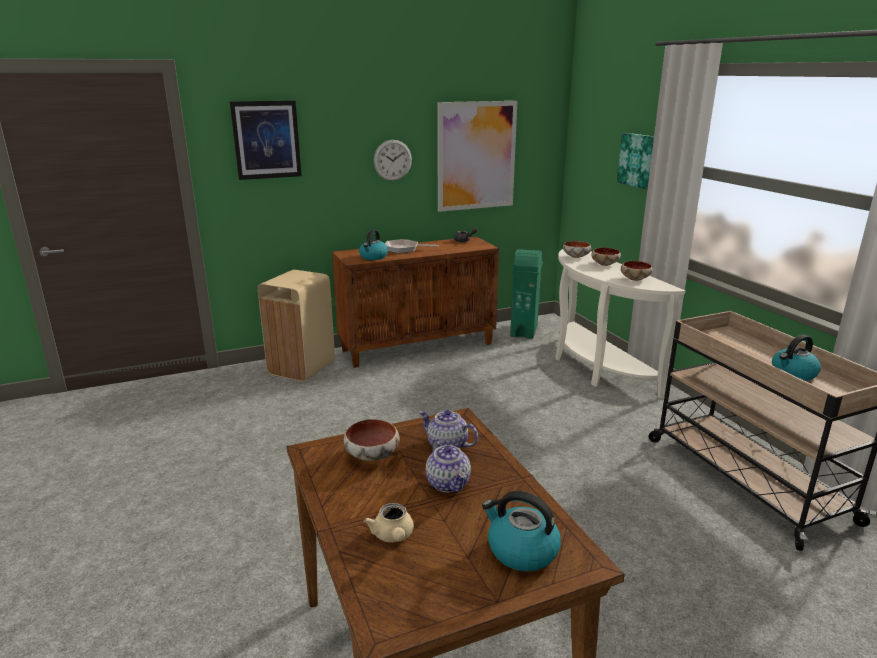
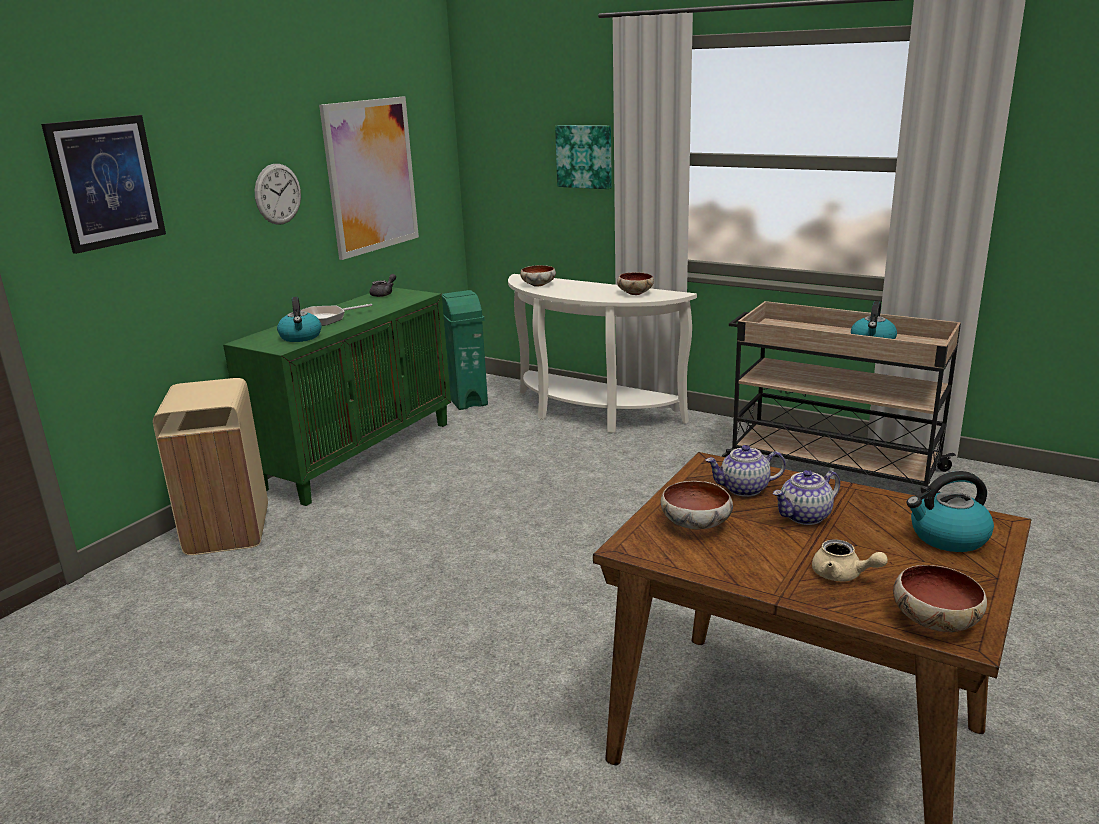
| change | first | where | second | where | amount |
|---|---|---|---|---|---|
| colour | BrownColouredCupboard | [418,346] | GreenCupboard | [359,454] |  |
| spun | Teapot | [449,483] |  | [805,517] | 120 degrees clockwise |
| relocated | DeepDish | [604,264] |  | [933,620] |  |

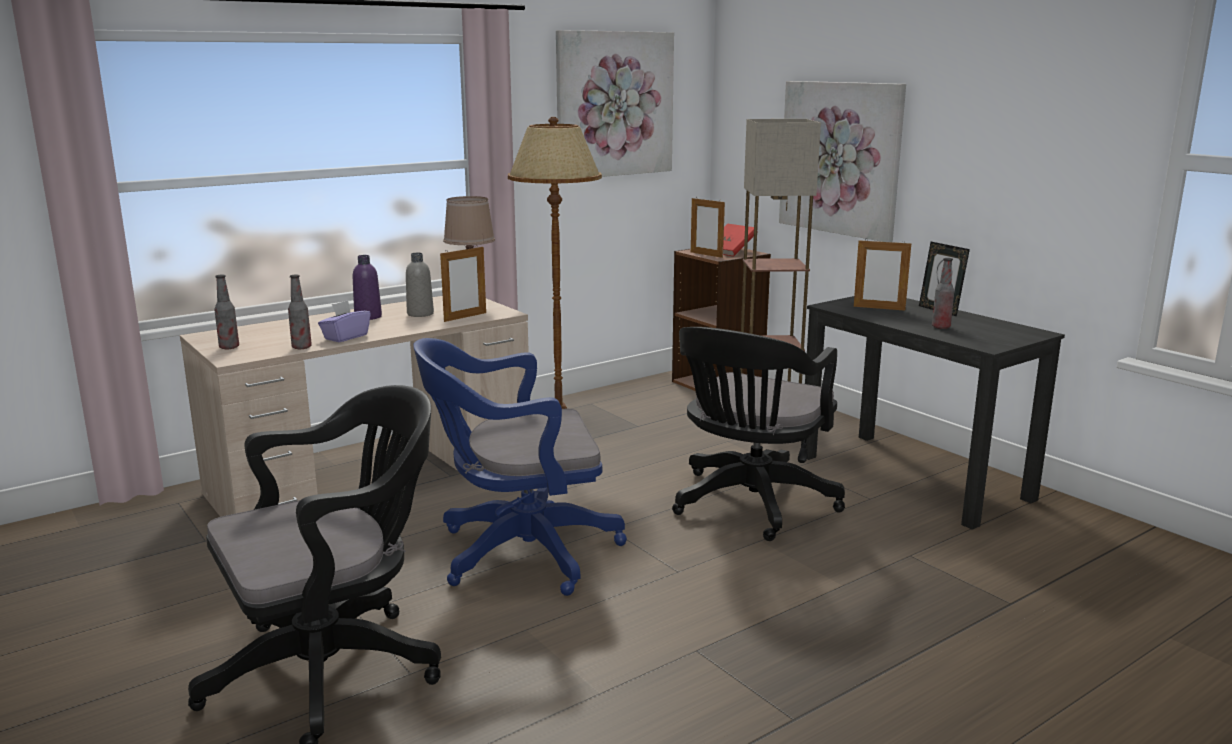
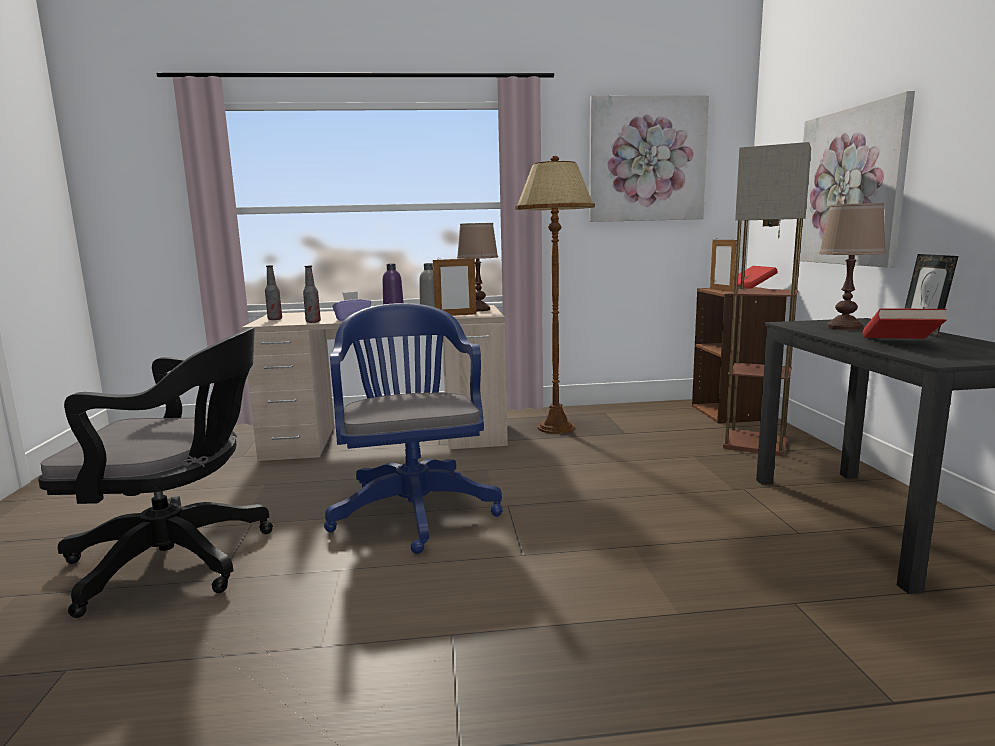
| change | first | where | second | where | amount |
|---|---|---|---|---|---|
| spun | BluishOfficeChair | [518,553] |  | [413,508] | 60 degrees clockwise |
| missing | BlackishOfficeChair | [750,505] |  |  |  |
| exchanged | StandingFrame | [879,308] | BrownColouredTabletopLamp | [845,327] |  |
| exchanged | BeverageBottle | [941,327] | RedBook | [899,343] |  |

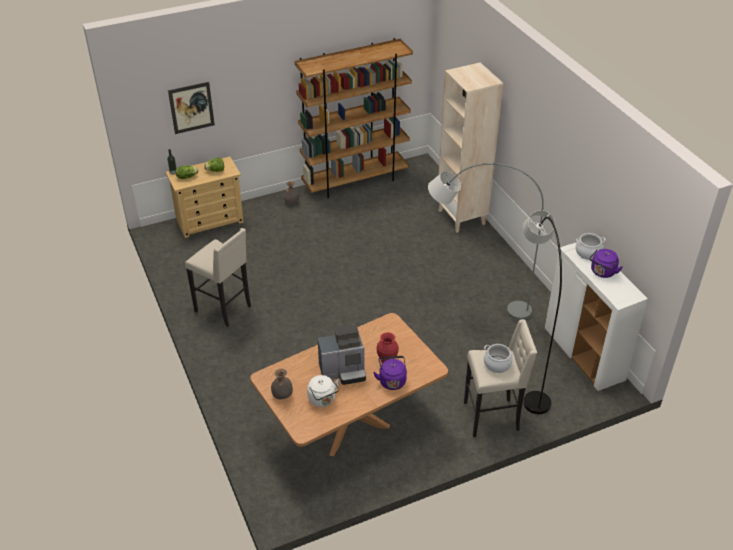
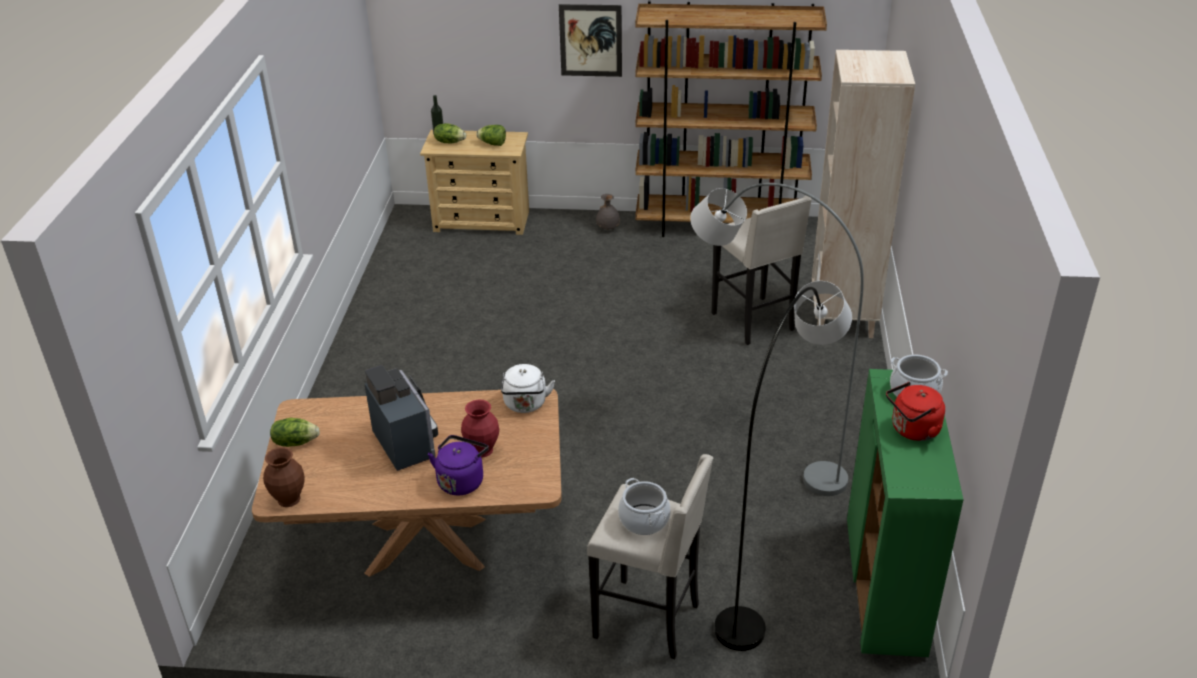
| change | first | where | second | where | amount |
|---|---|---|---|---|---|
| relocated | WallPicture | [191,107] |  | [590,40] |  |
| relocated | BeigeColouredStoolSeat | [224,309] |  | [755,322] |  |
| exchanged | GrayVase | [282,395] | HeadOfLettuce | [295,442] |  |
| relocated | WhitishTeaKettle | [323,400] |  | [525,405] |  |
| spun | CoffeeMaker | [343,371] |  | [407,442] | 135 degrees counterclockwise |
| colour | WhitishCupboard | [584,355] | GreenCupboard | [885,587] |  |
| colour | PurplishTeaKettle | [602,272] | RedTeaKettle | [912,430] |  |
| appeared |  |  | BrownColouredVase | [289,500] |  |

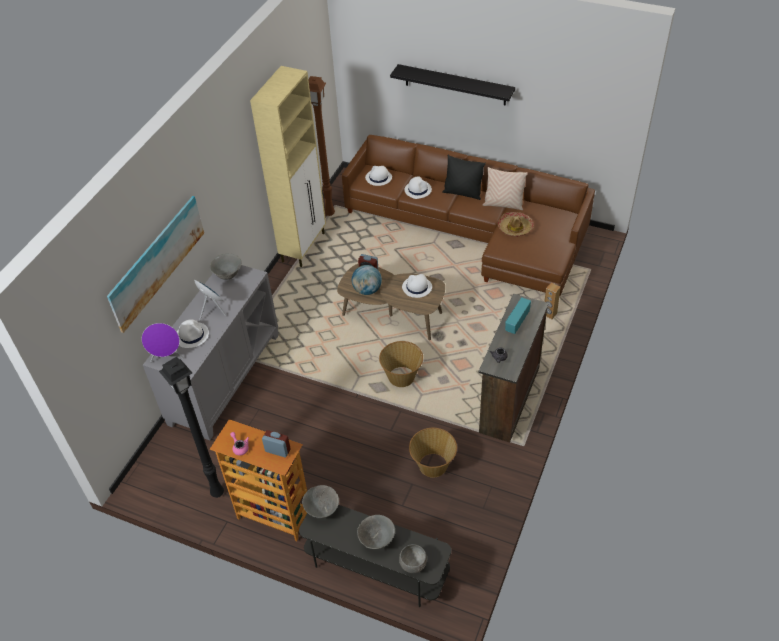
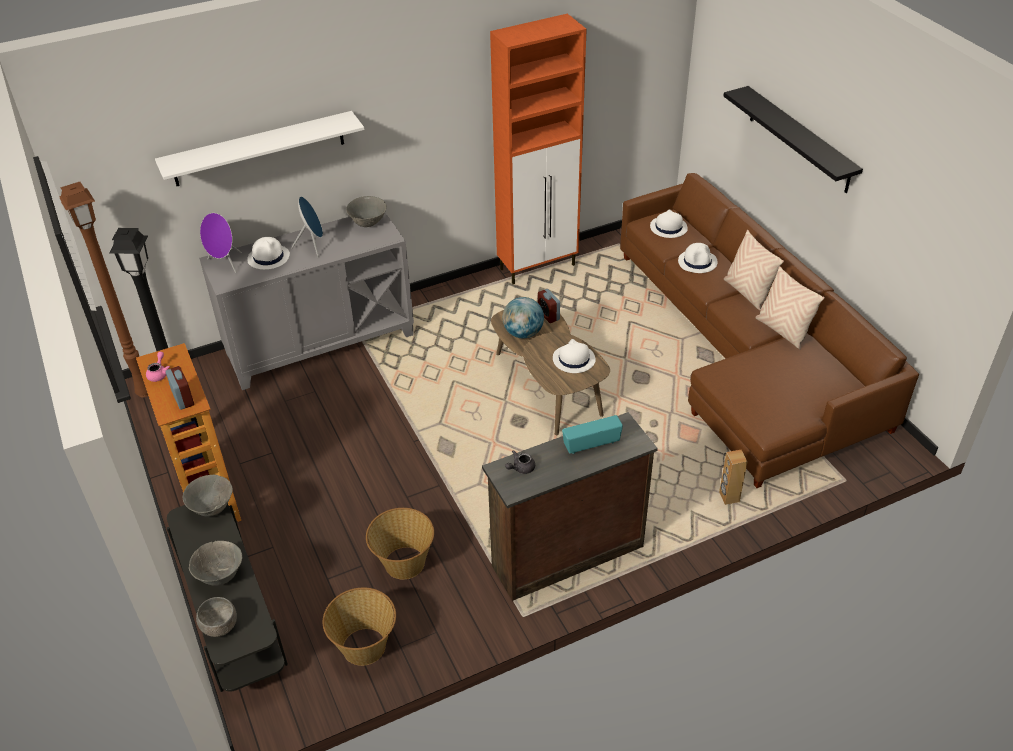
| change | first | where | second | where | amount |
|---|---|---|---|---|---|
| exchanged | WallPicture | [155,261] | WhitishShelf | [259,149] |  |
| colour | BeigeColouredCupboard | [304,247] | OrangeColouredCupboard | [538,267] |  |
| relocated | BrownColouredFloorLamp | [330,213] |  | [145,393] |  |
| relocated | StorageBasket | [402,377] |  | [365,646] |  |
| colour | BlackishPillow | [462,193] | BeigeColouredPillow | [747,292] |  |
| missing | Hat | [515,228] |  |  |  |

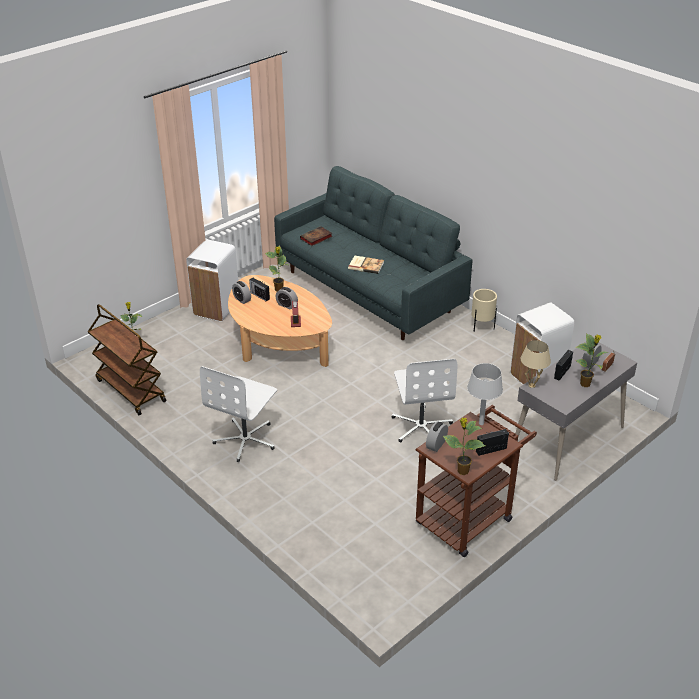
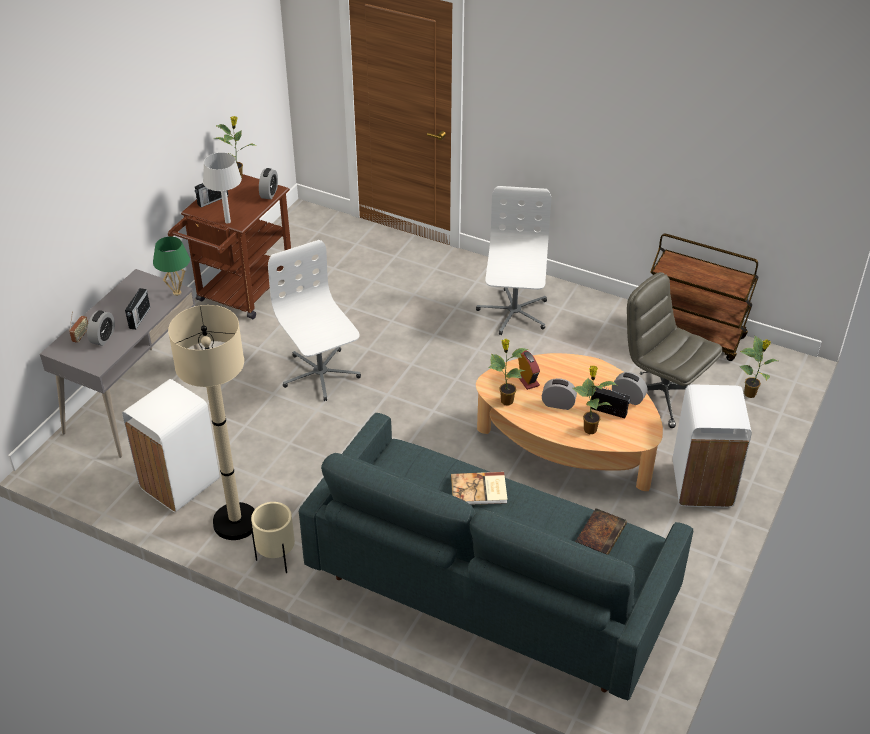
| change | first | where | second | where | amount |
|---|---|---|---|---|---|
| colour | BeigeColouredTabletopLamp | [532,386] | GreenTabletopLamp | [177,292] |  |
| relocated | PottedPlant | [586,384] |  | [506,401] |  |
| appeared |  |  | BeigeColouredFloorLamp | [235,522] |  |
| appeared |  |  | GrayOfficeChair | [662,395] |  |

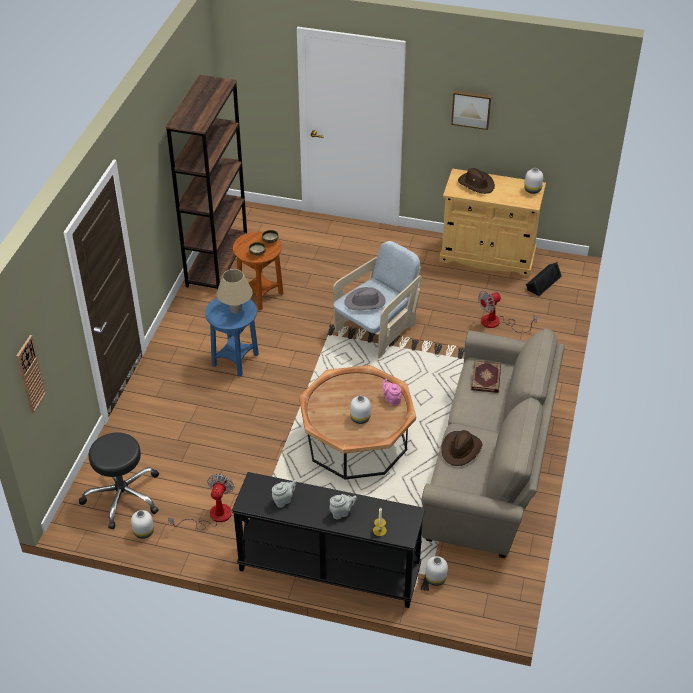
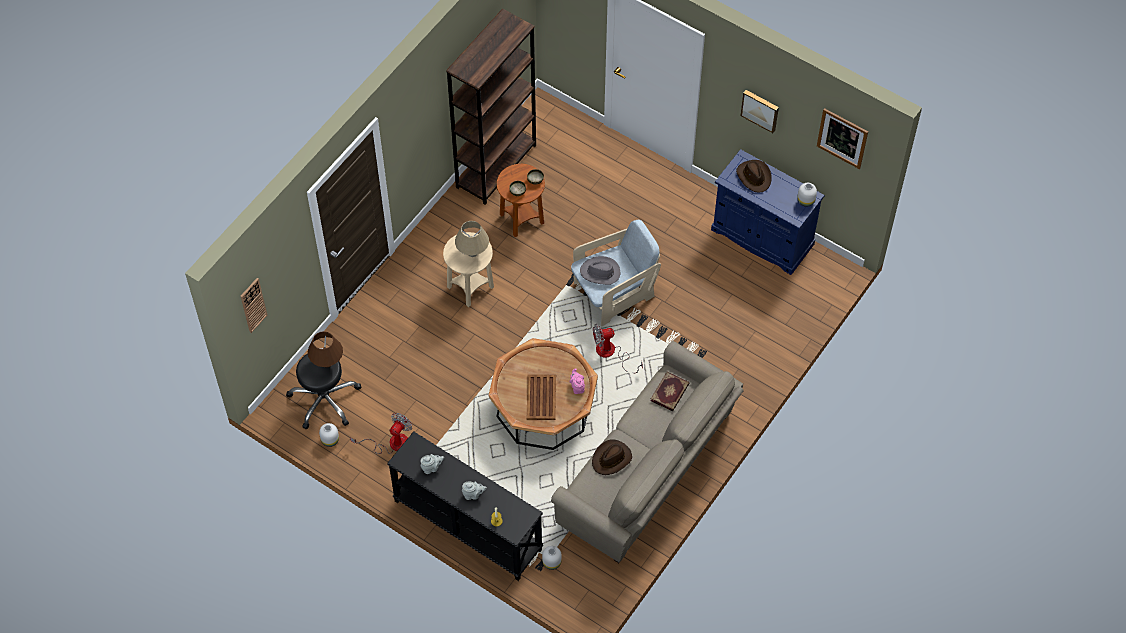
| change | first | where | second | where | amount |
|---|---|---|---|---|---|
| colour | BluishSideTable | [235,360] | BeigeColouredSideTable | [470,287] |  |
| exchanged | WhitishVase | [360,418] | BrownColouredServingTray | [541,398] |  |
| colour | BeigeColouredCupboard | [487,256] | BluishCupboard | [762,237] |  |
| relocated | Fan | [497,323] |  | [611,353] |  |
| missing | BlackishAudioSpeaker | [543,282] |  |  |  |
| appeared |  |  | BrownColouredTabletopLamp | [327,363] |  |
| appeared |  |  | WallPicture | [842,138] |  |

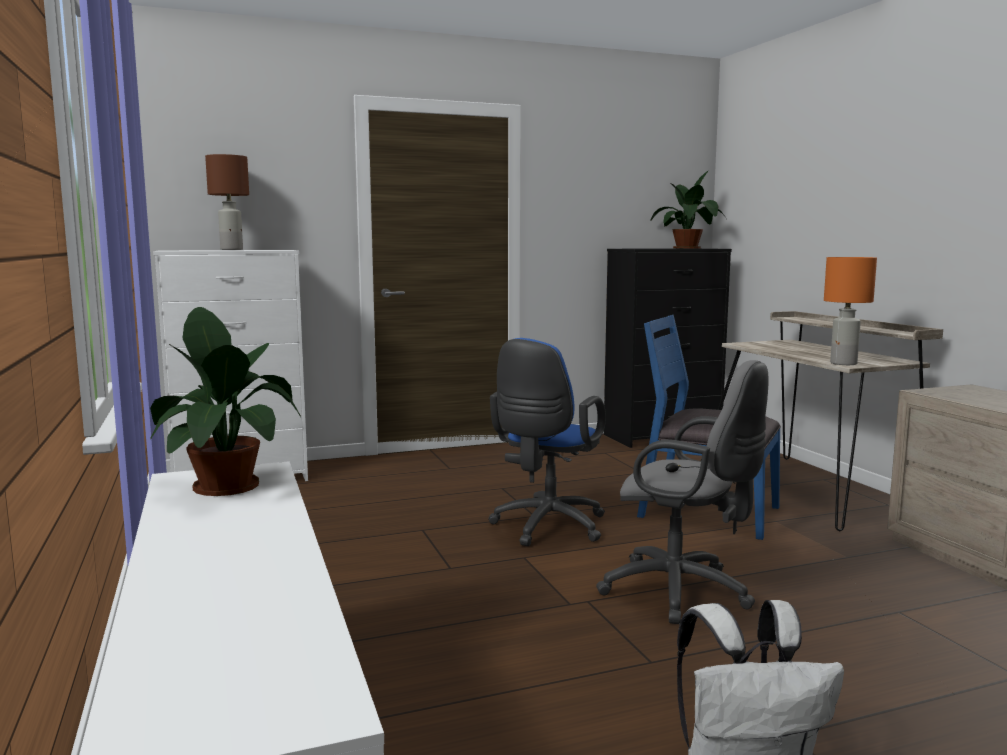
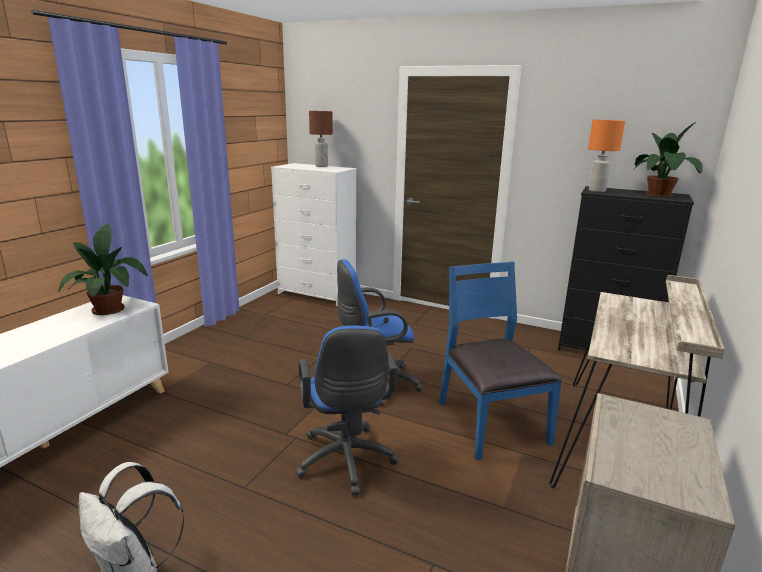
| change | first | where | second | where | amount |
|---|---|---|---|---|---|
| colour | GrayOfficeChair | [683,593] | BluishOfficeChair | [346,463] |  |
| relocated | OrangeColouredTabletopLamp | [843,363] |  | [596,191] |  |

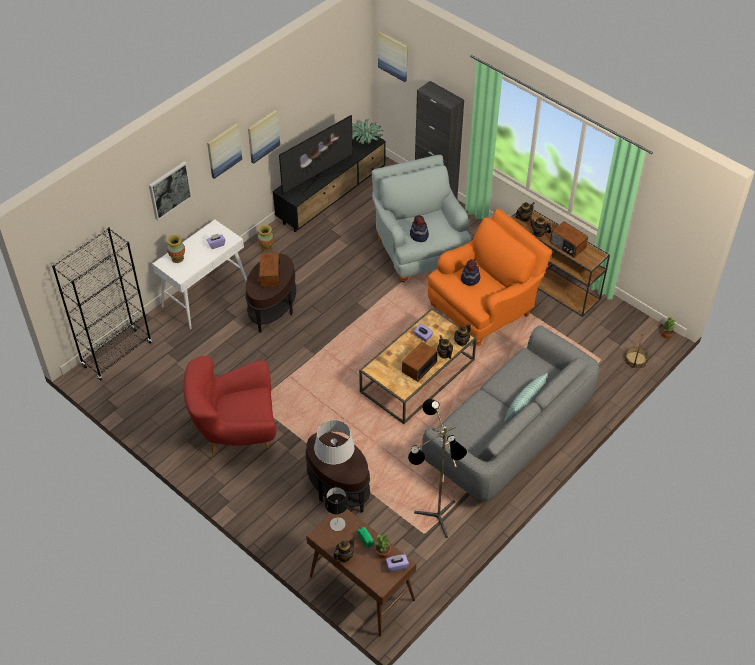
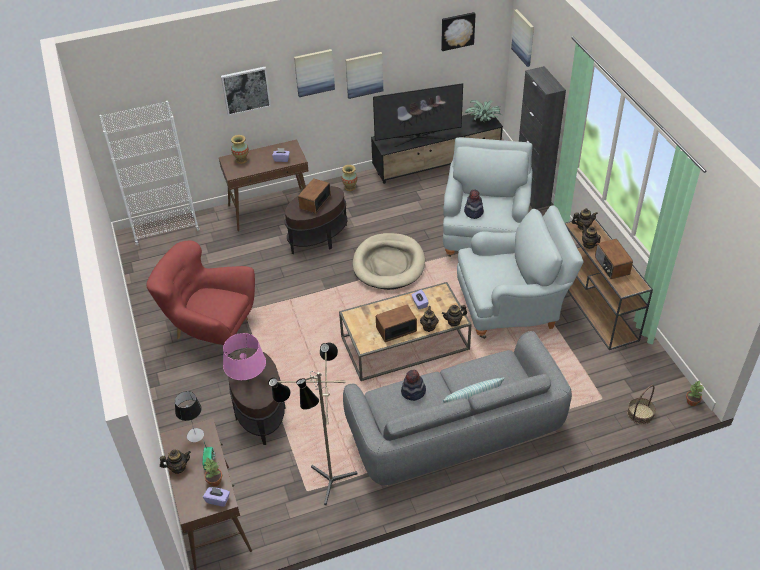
| change | first | where | second | where | amount |
|---|---|---|---|---|---|
| colour | BlackishBookcase | [117,354] | WhitishBookcase | [166,230] |  |
| colour | WhitishHallTable | [205,295] | BrownColouredHallTable | [270,209] |  |
| colour | GrayTabletopLamp | [334,462] | PinkTabletopLamp | [248,381] |  |
| colour | OrangeColouredEasyChair | [484,308] | GrayEasyChair | [512,306] |  |
| relocated | Hat | [470,279] |  | [413,392] |  |
| appeared |  |  | BeigeColouredDogCushion | [389,264] |  |
| appeared |  |  | WallPicture | [457,30] |  |

